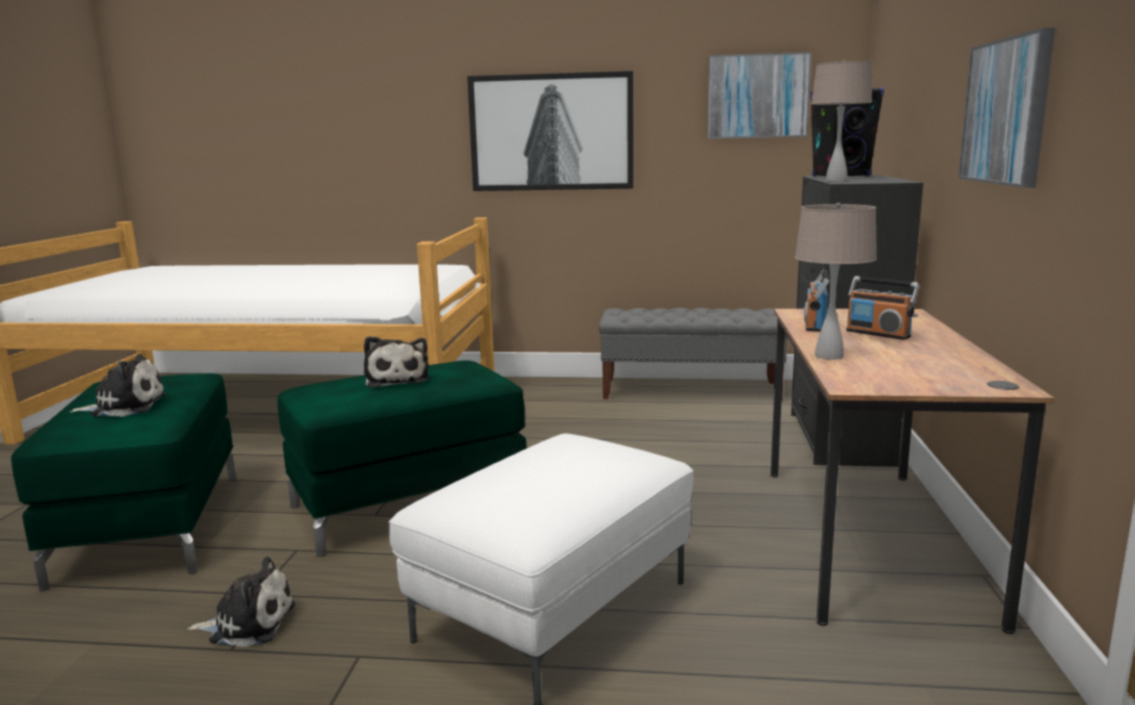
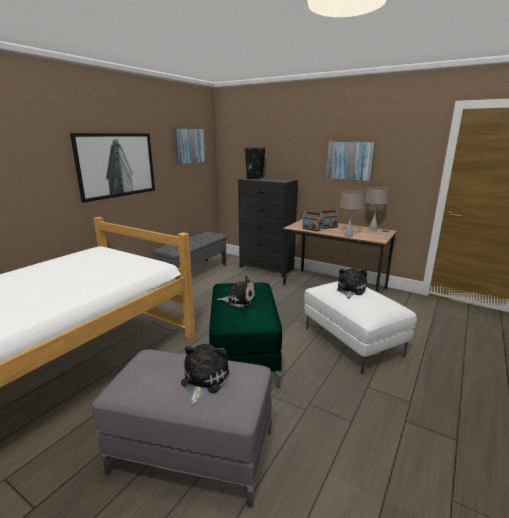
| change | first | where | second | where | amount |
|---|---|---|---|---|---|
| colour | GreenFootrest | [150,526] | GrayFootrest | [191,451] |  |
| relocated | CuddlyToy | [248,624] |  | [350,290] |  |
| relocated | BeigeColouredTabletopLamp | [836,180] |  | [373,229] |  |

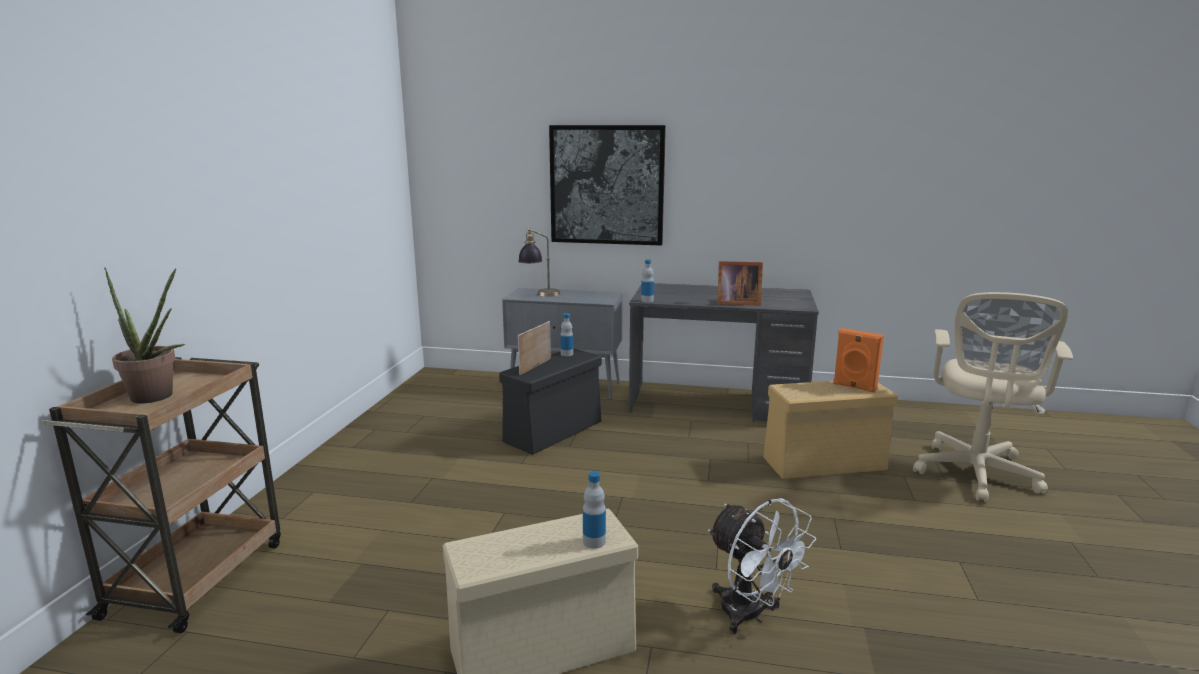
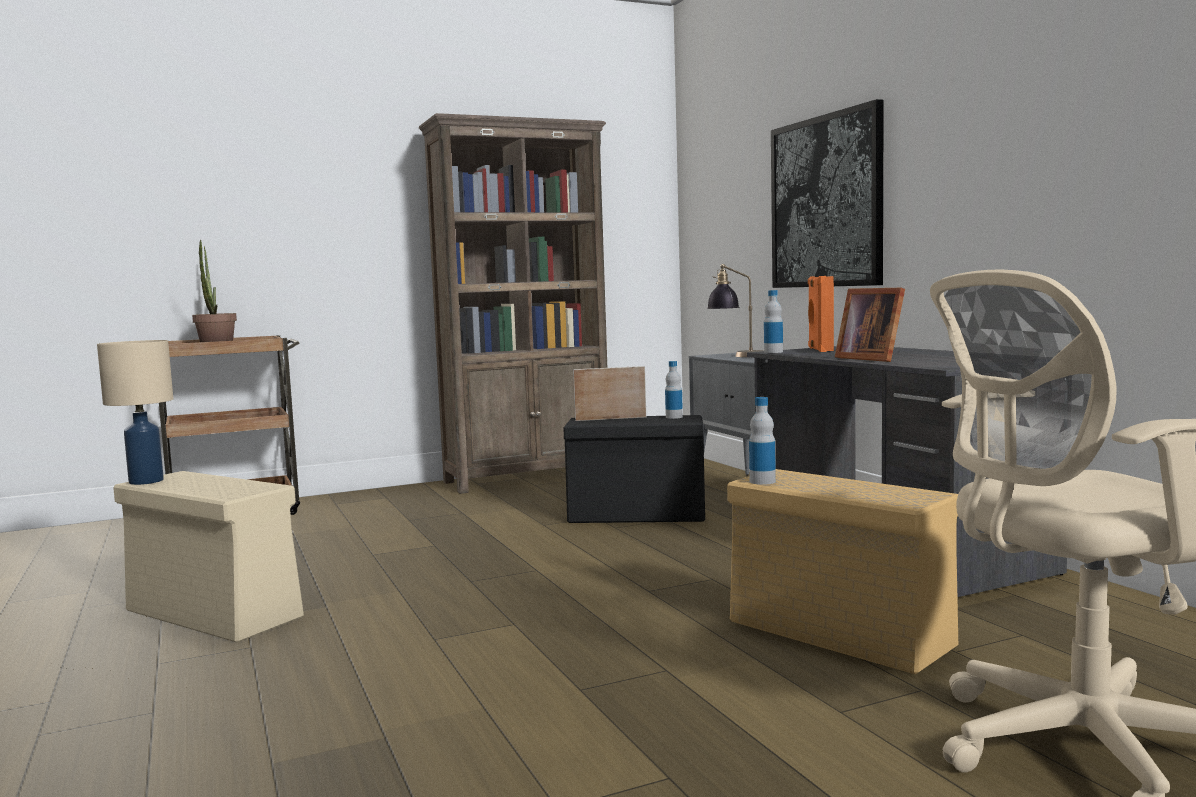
| change | first | where | second | where | amount |
|---|---|---|---|---|---|
| relocated | BeverageBottle | [594,541] |  | [762,481] |  |
| missing | WhitishFan | [751,615] |  |  |  |
| relocated | OrangeColouredAudioSpeaker | [854,387] |  | [819,350] |  |
| appeared |  |  | BeigeColouredTabletopLamp | [146,481] |  |
| appeared |  |  | BrownColouredBookcase | [529,478] |  |

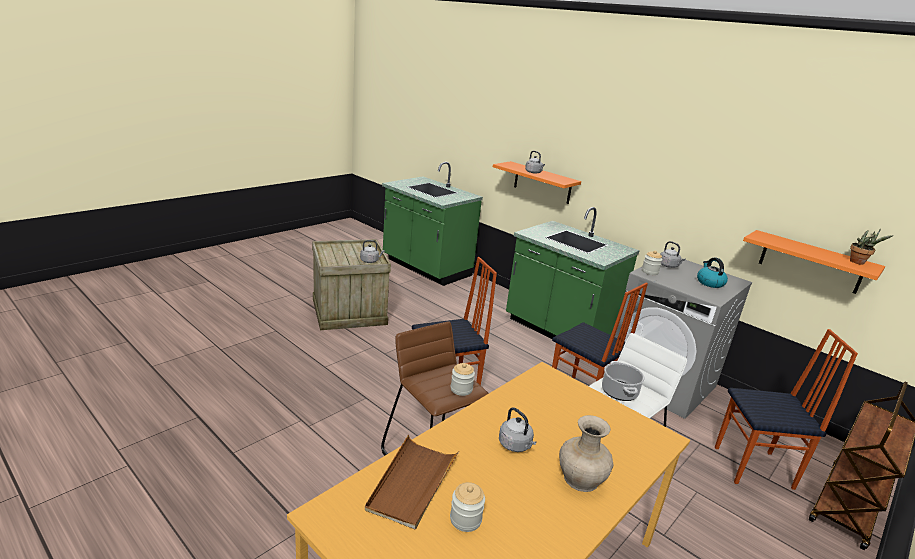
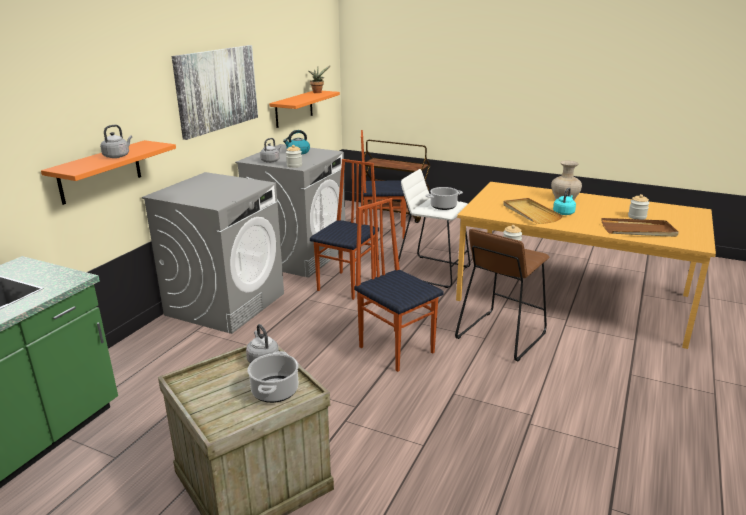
| change | first | where | second | where | amount |
|---|---|---|---|---|---|
| colour | GrayTeaKettle | [516,445] | TurquoiseColouredTeaKettle | [564,213] |  |
| exchanged | GreenKitchenCounter | [558,331] | GrayLaundryAppliance | [226,304] |  |
| spun | UprightChair | [754,468] |  | [383,232] | 75 degrees counterclockwise |
| appeared |  |  | WallPicture | [217,89] |  |
| appeared |  |  | Stockpot | [274,390] |  |
| appeared |  |  | BeigeColouredServingTray | [530,213] |  |

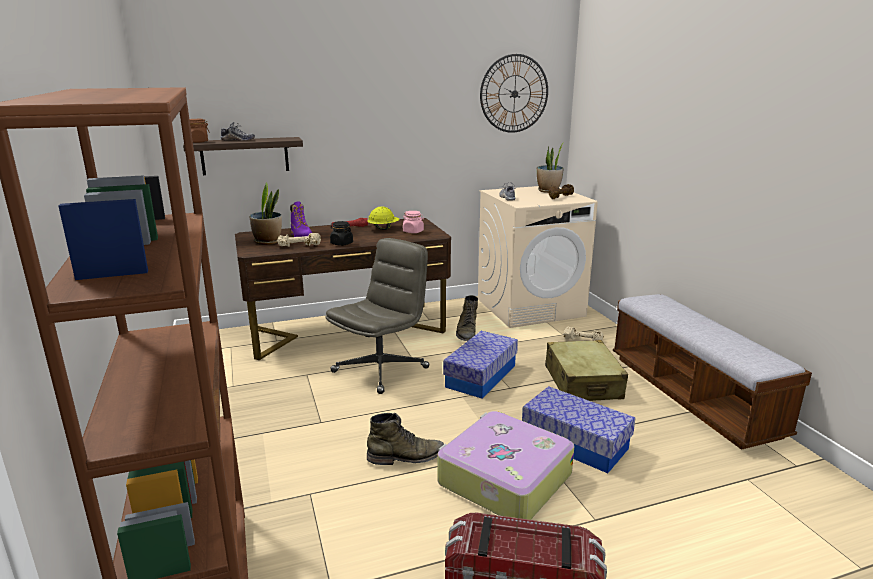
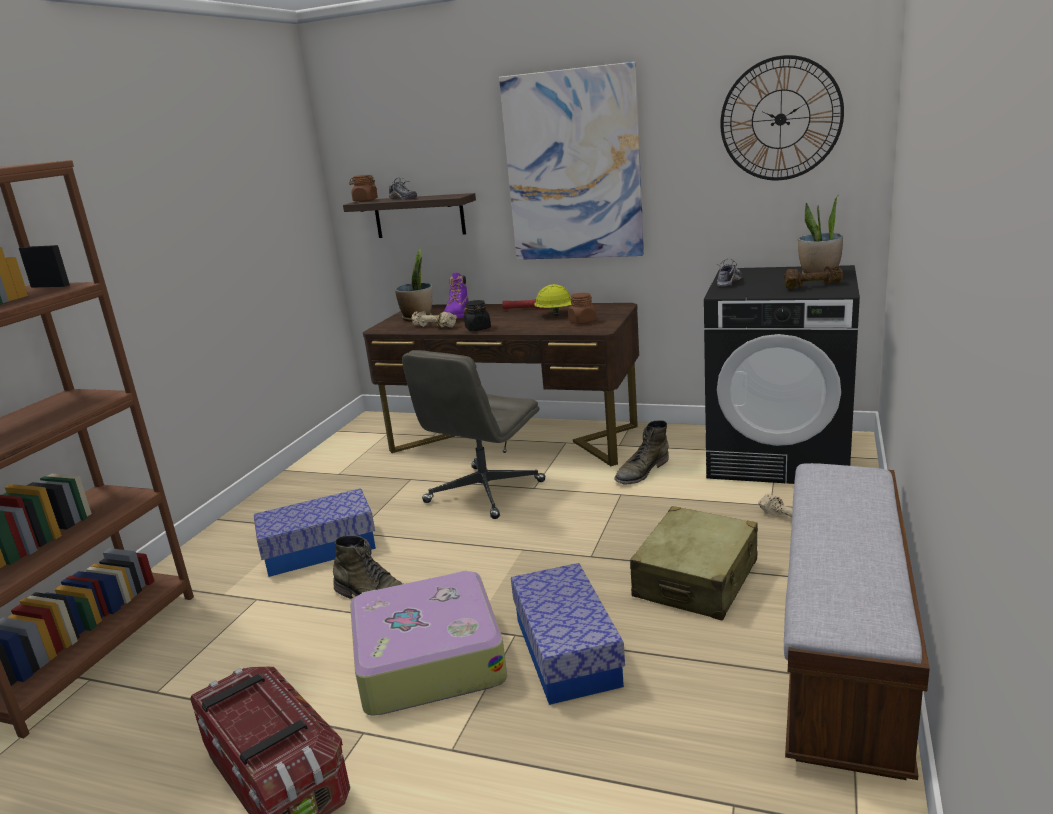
| change | first | where | second | where | amount |
|---|---|---|---|---|---|
| spun | GrayOfficeChair | [381,369] |  | [484,492] | 135 degrees clockwise |
| colour | PinkPreserveJar | [413,231] | BrownColouredPreserveJar | [582,321] |  |
| relocated | StorageBox | [481,376] |  | [319,549] |  |
| colour | BeigeColouredLaundryAppliance | [530,307] | BlackishLaundryAppliance | [780,456] |  |
| appeared |  |  | WallPicture | [573,166] |  |

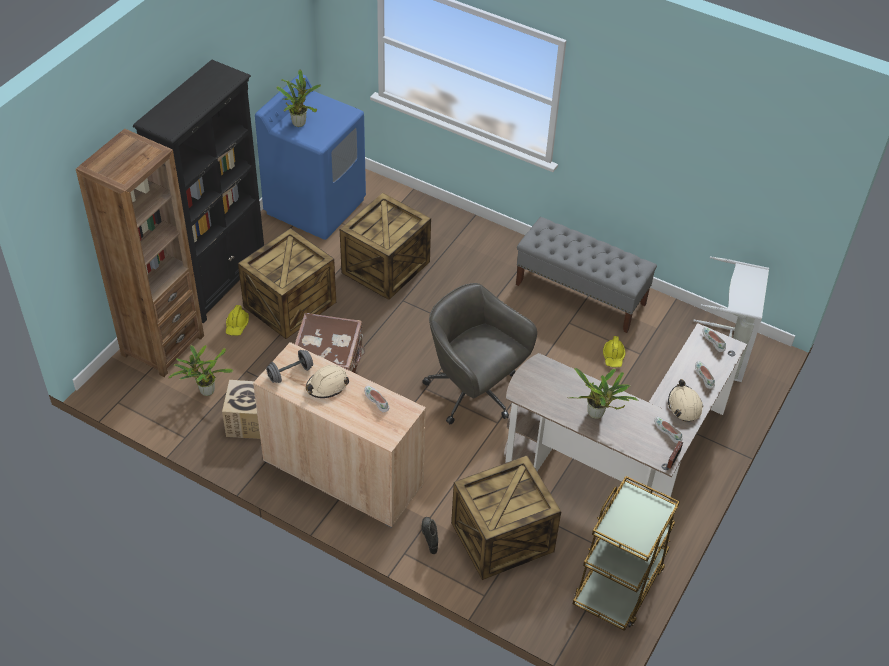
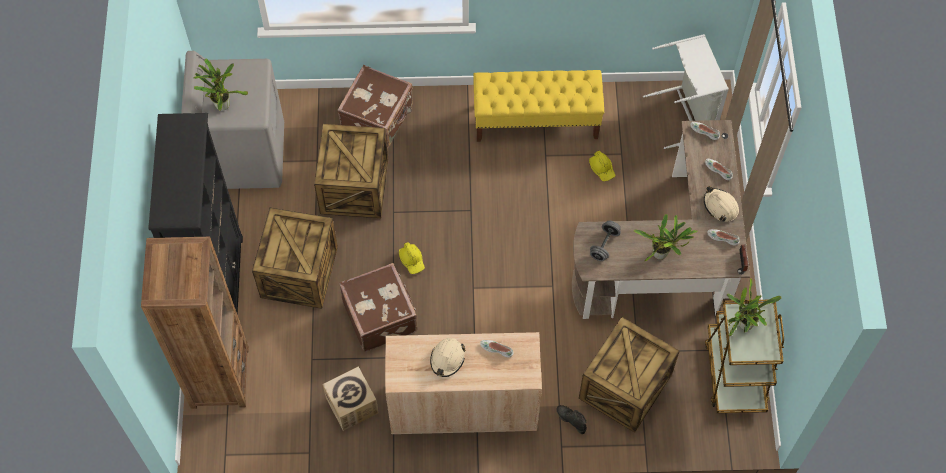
| change | first | where | second | where | amount |
|---|---|---|---|---|---|
| relocated | PottedPlant | [205,391] |  | [743,325] |  |
| relocated | YellowWorkHelmet | [237,325] |  | [412,260] |  |
| colour | BluishLaundryAppliance | [315,206] | GrayLaundryAppliance | [244,155] |  |
| relocated | GrayHandWeight | [290,373] |  | [604,245] |  |
| missing | GrayOfficeChair | [474,392] |  |  |  |
| colour | GrayLongSeat | [581,294] | YellowLongSeat | [536,121] |  |
| appeared |  |  | BrownColouredPieceOfLuggage | [378,118] |  |

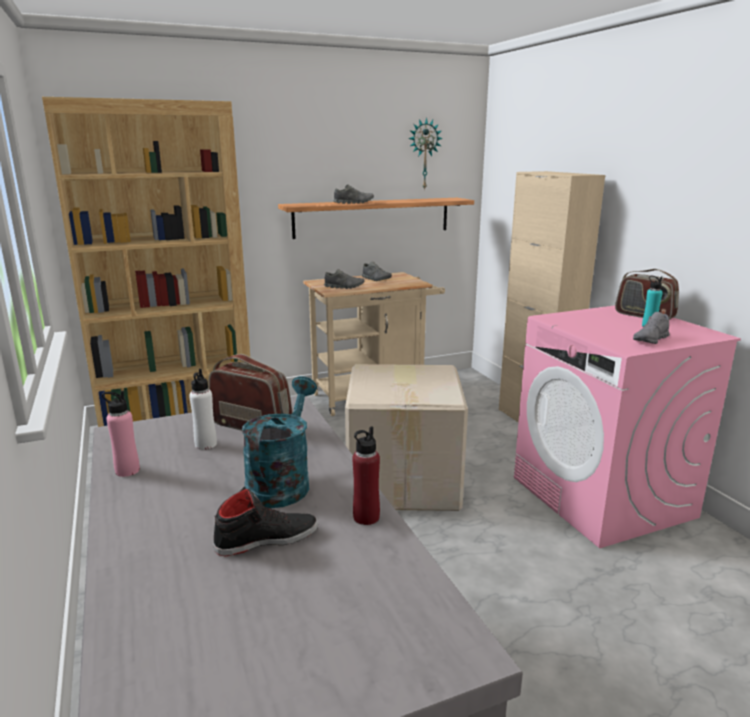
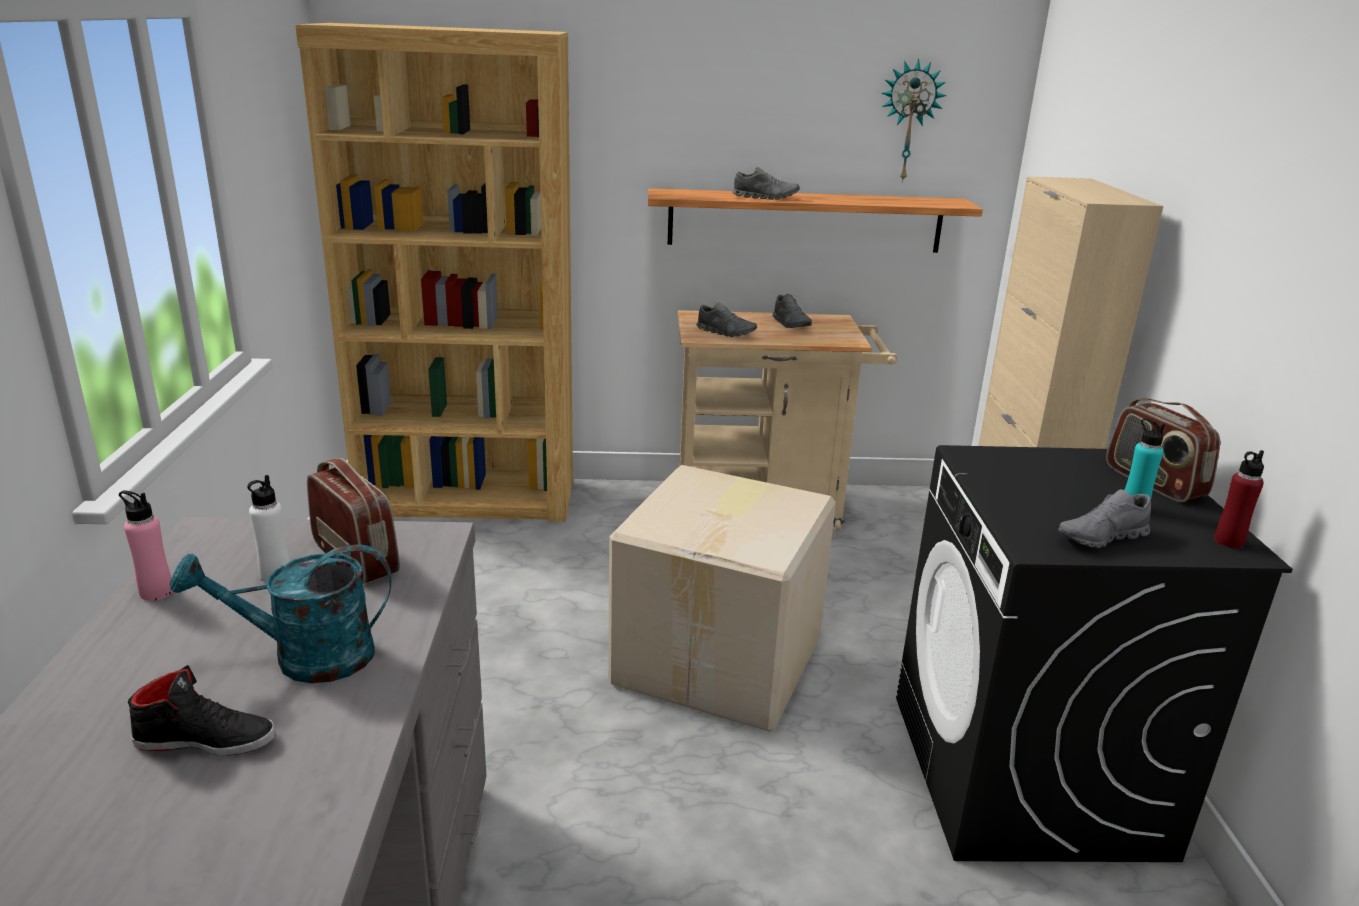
| change | first | where | second | where | amount |
|---|---|---|---|---|---|
| spun | TurquoiseColouredWateringCan | [282,481] |  | [306,658] | 135 degrees counterclockwise |
| relocated | RedBeverageBottle | [366,517] |  | [1228,542] |  |
| colour | PinkLaundryAppliance | [602,497] | BlackishLaundryAppliance | [1026,774] |  |

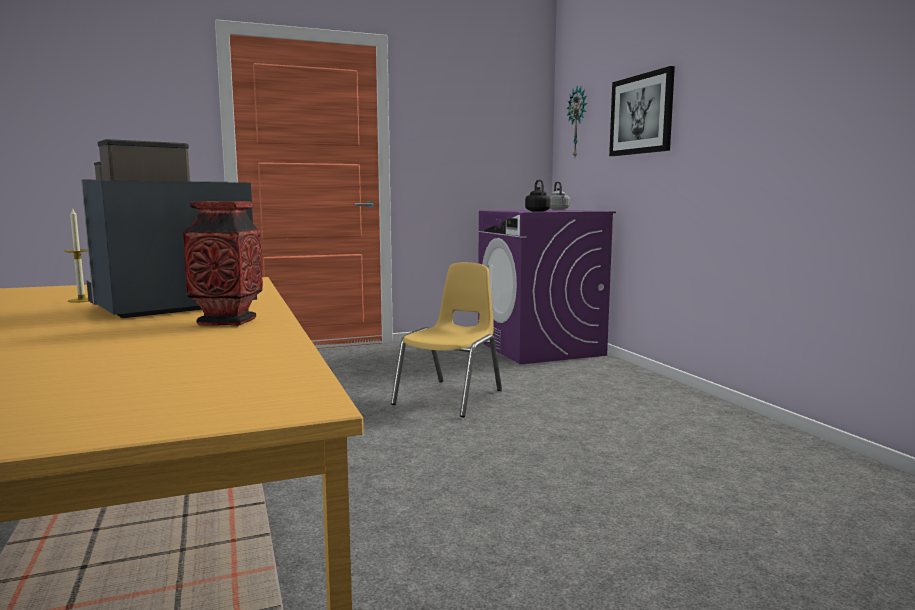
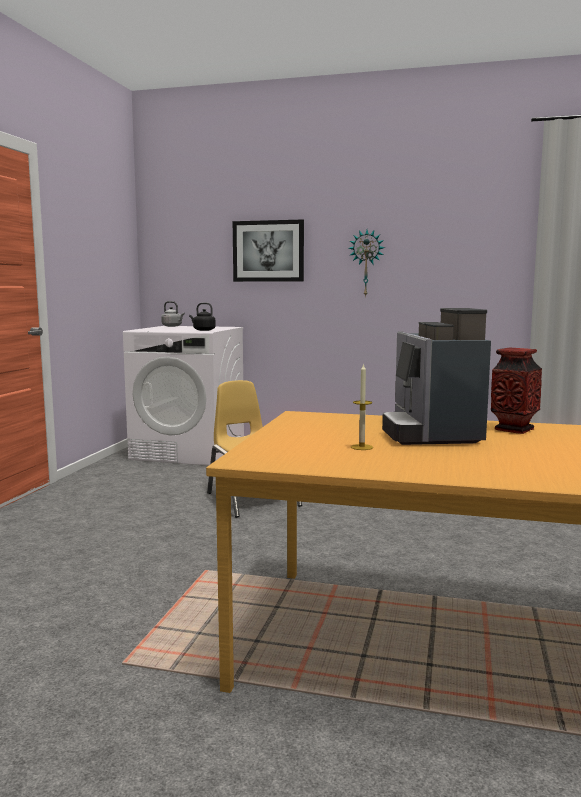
| change | first | where | second | where | amount |
|---|---|---|---|---|---|
| colour | PurplishLaundryAppliance | [540,348] | WhitishLaundryAppliance | [189,452] |  |
| relocated | HangingClock | [578,122] |  | [366,263] |  |

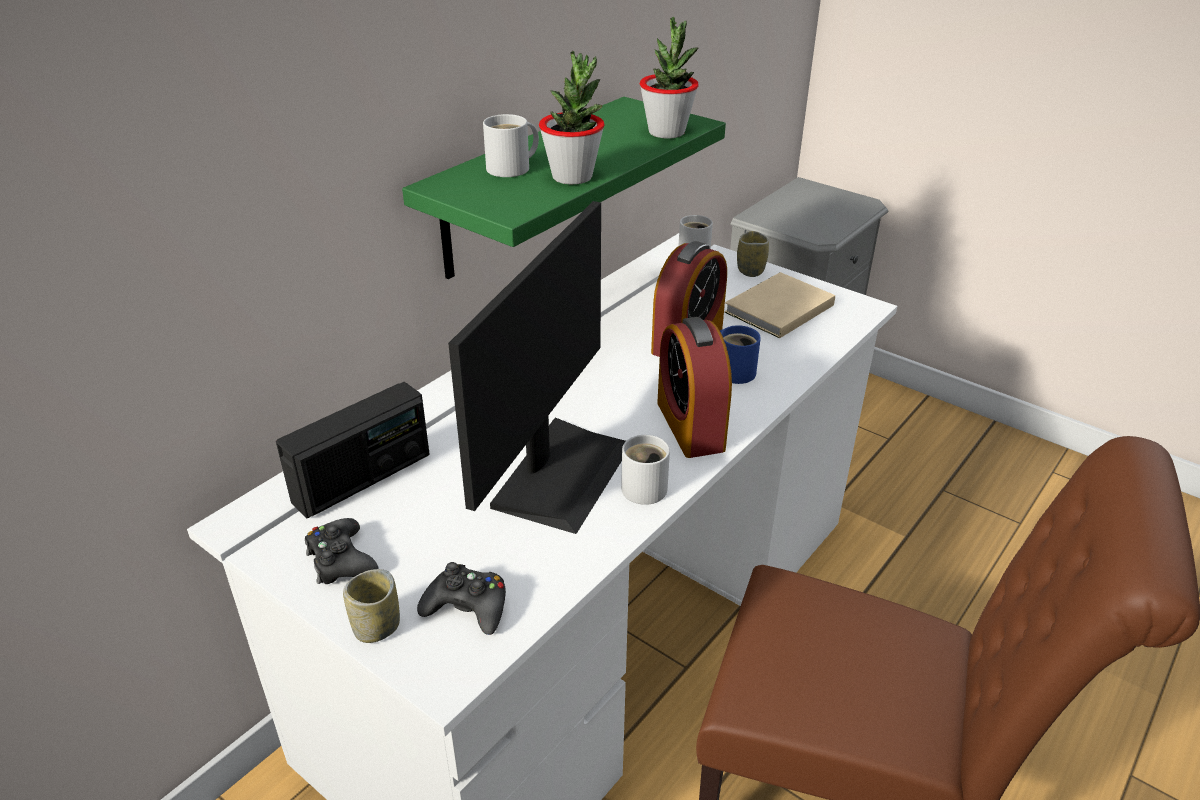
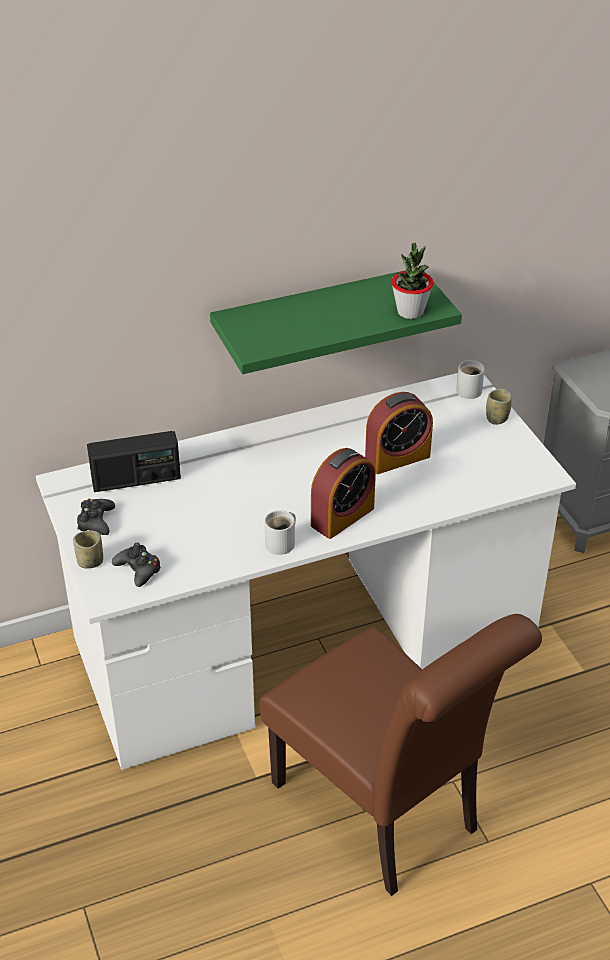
| change | first | where | second | where | amount |
|---|---|---|---|---|---|
| missing | ComputerDisplay | [560,472] |  |  |  |
| missing | WhitishMug | [512,168] |  |  |  |
| missing | PottedPlant | [572,177] |  |  |  |
| spun | AlarmClock | [690,426] |  | [342,517] | 150 degrees counterclockwise |
| missing | BluishMug | [734,370] |  |  |  |
| missing | BeigeColouredBook | [776,309] |  |  |  |

